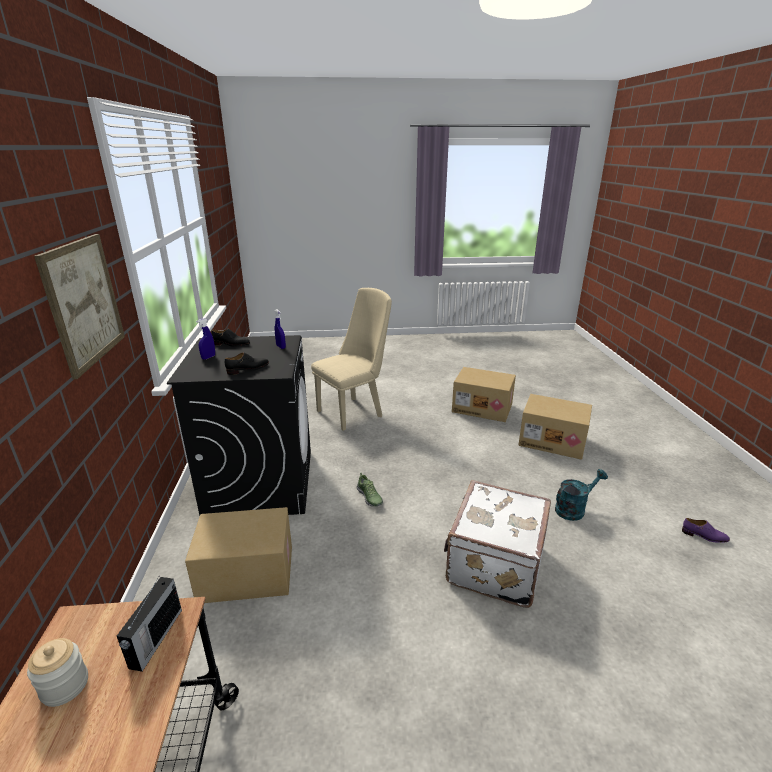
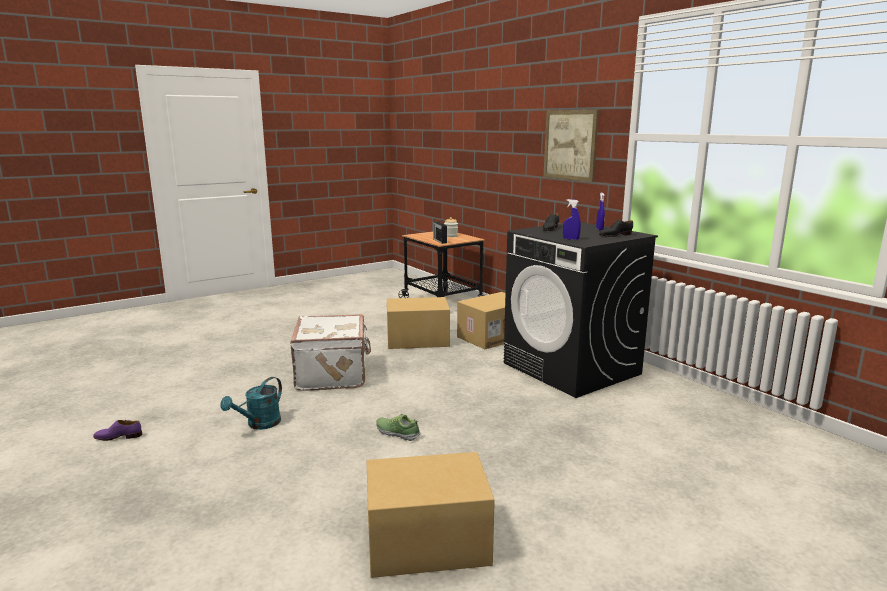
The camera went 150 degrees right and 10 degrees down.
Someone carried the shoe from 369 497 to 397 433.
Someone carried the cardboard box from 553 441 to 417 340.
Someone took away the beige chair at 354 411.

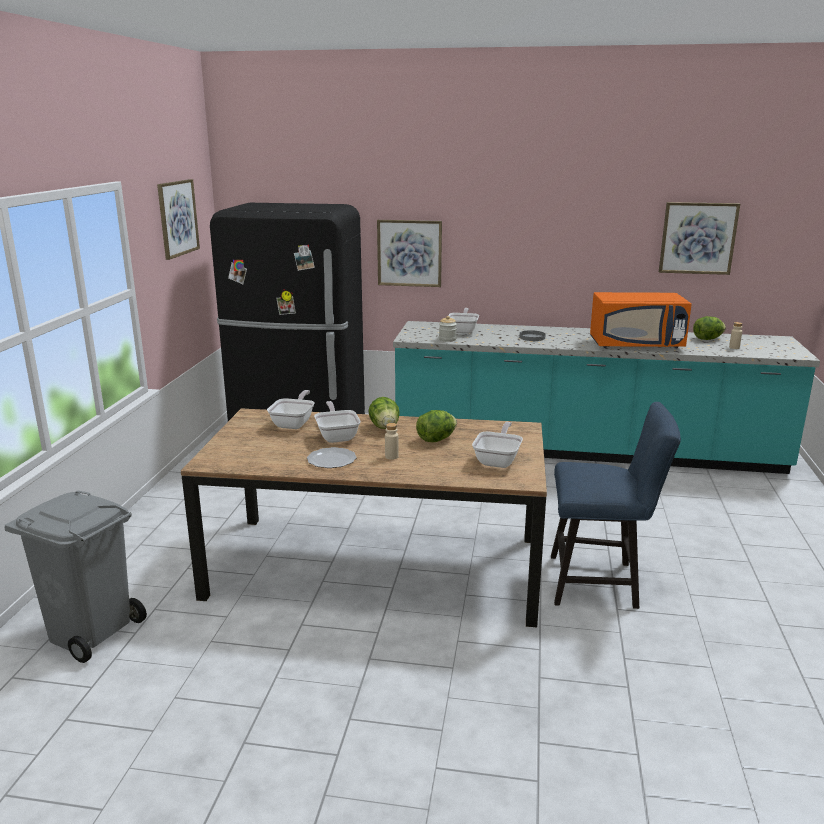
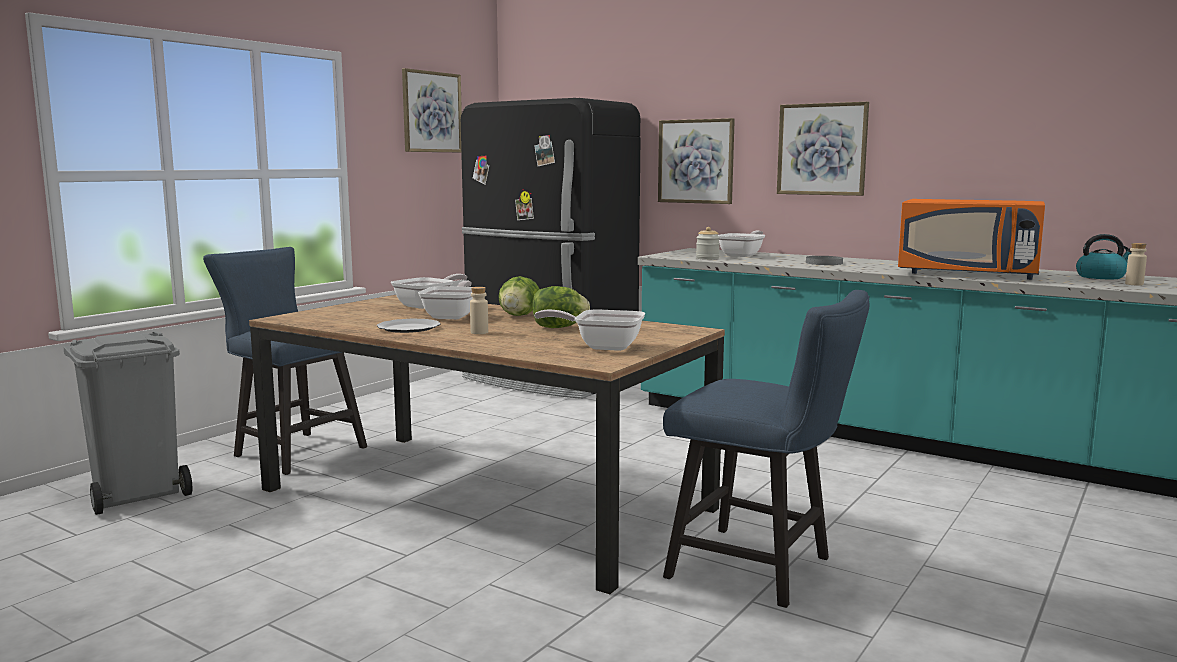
The camera went 25 degrees right and 10 degrees down.
Someone put down the blue chair at 293 451.
Someone rotated the frying pan at 498 460 by 120 degrees counterclockwise.
Someone carried the picture from 698 238 to 822 149.
Someone swapped the lettuce at 707 339 for the kettle at 1101 277.

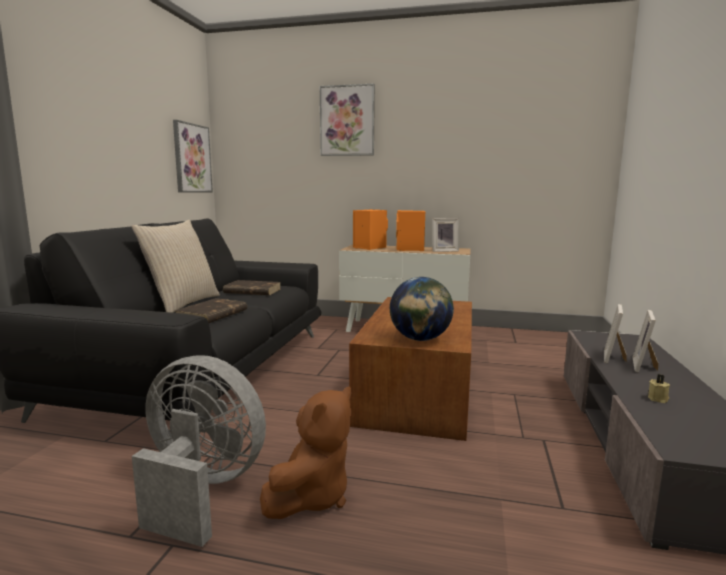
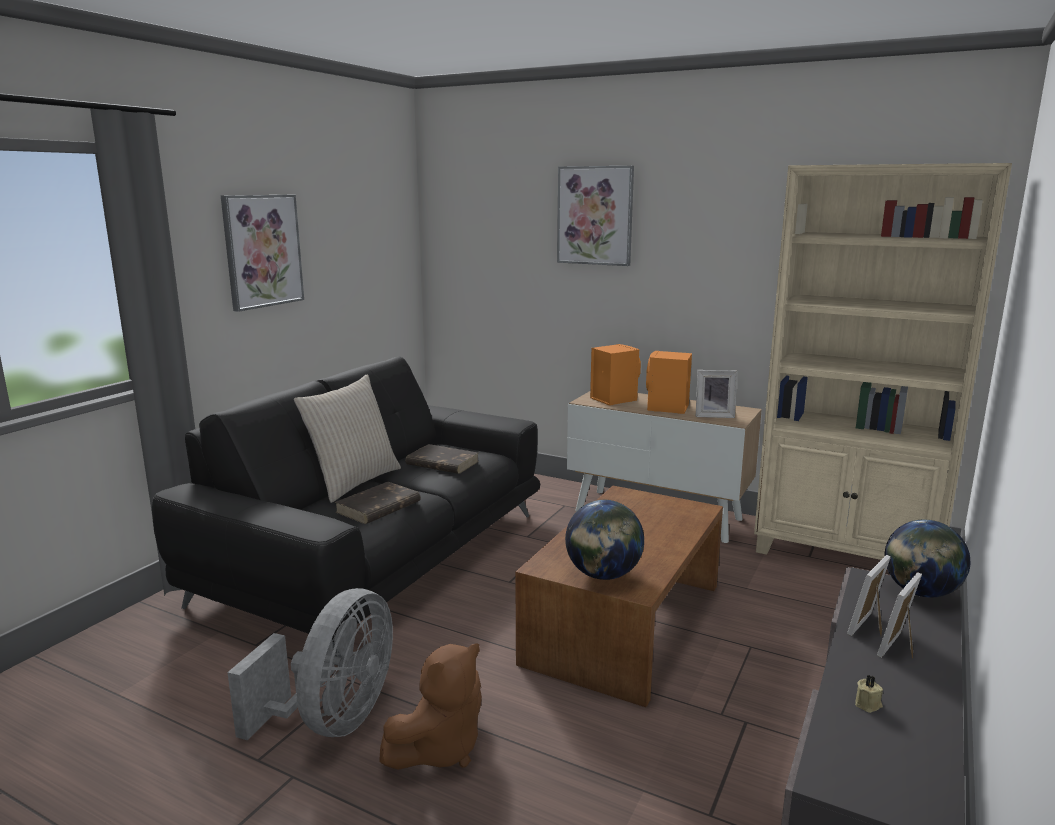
The camera went 15 degrees right and 5 degrees up.
Someone carried the picture from 192 158 to 262 251.
Someone rotated the grey fan at 201 489 by 75 degrees clockwise.
Someone put down the beige bookcase at 847 555.
Someone put down the globe at 920 592.

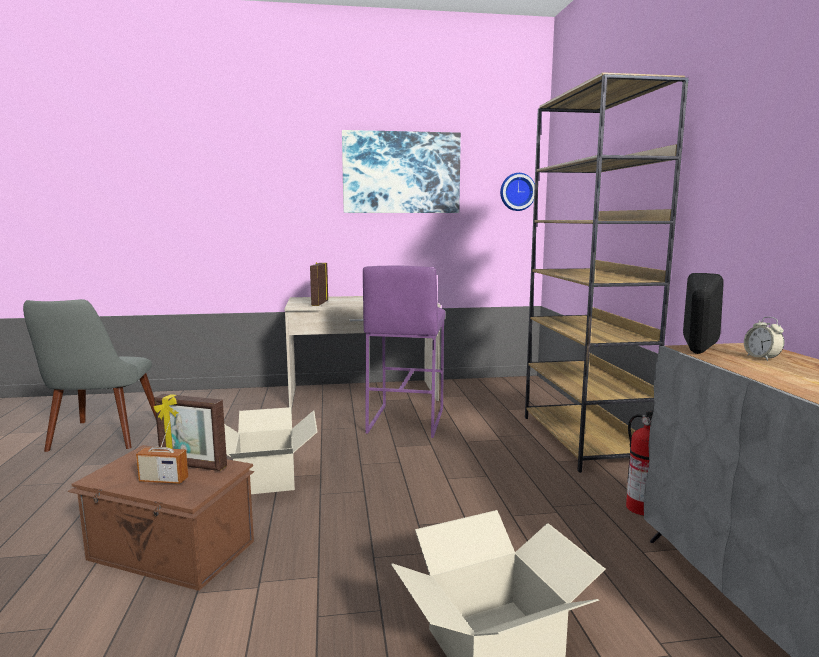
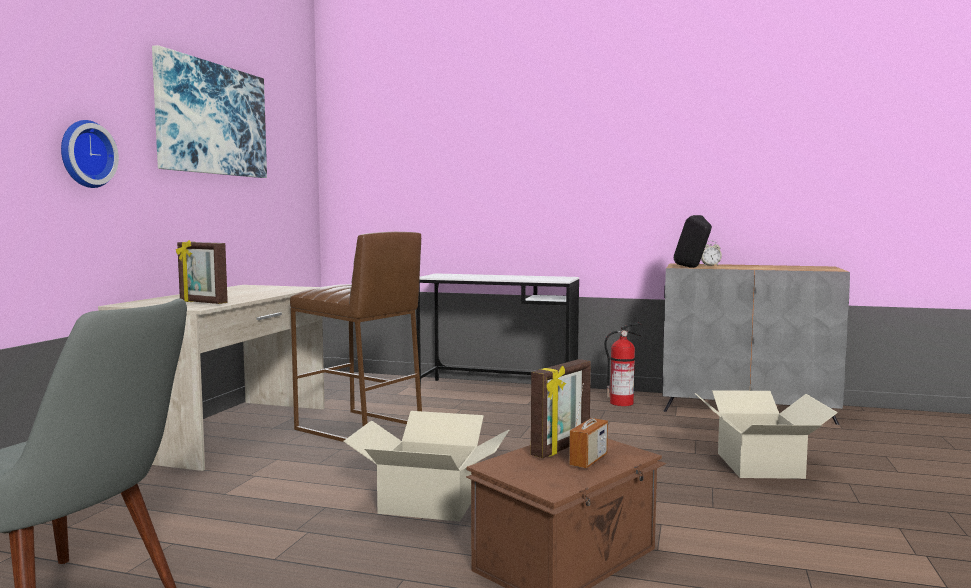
The camera went 65 degrees left and 5 degrees down.
Someone carried the wall clock from 517 192 to 85 154.
Someone repainted the purple stool at 405 420, which became the brown stool at 359 428.
Someone swapped the brown bookcase at 583 440 for the white desk at 498 390.

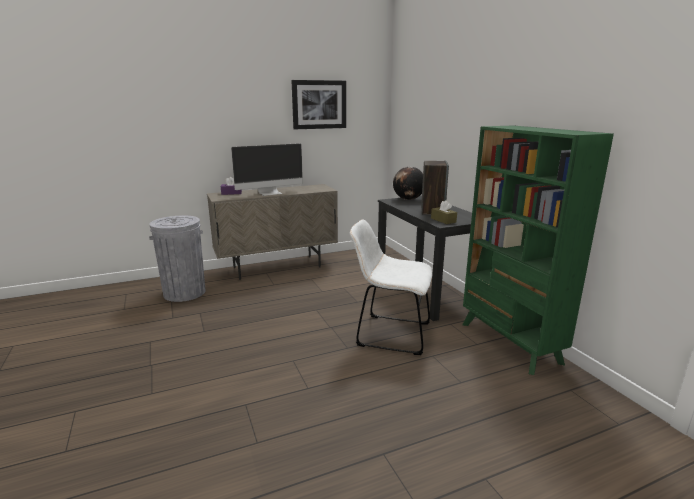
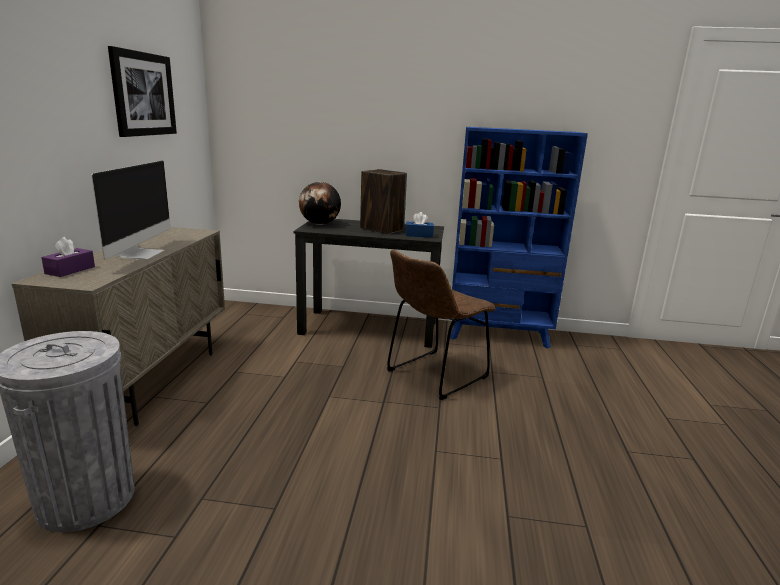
The camera went 60 degrees left and 0 degrees up.
Someone repainted the white chair at 389 334, which became the brown chair at 433 375.
Someone repainted the brown tissue box at 443 220, which became the blue tissue box at 419 235.
Someone repainted the green bookcase at 509 343, which became the blue bookcase at 499 335.

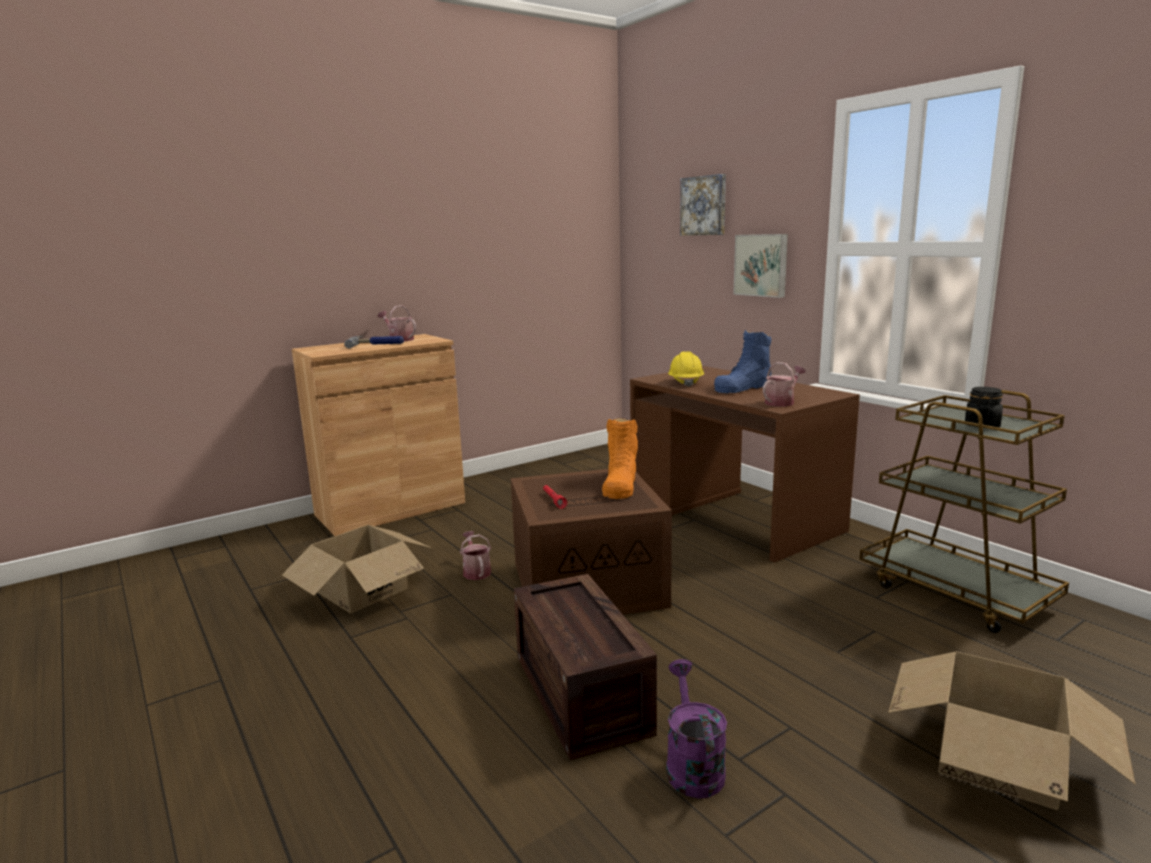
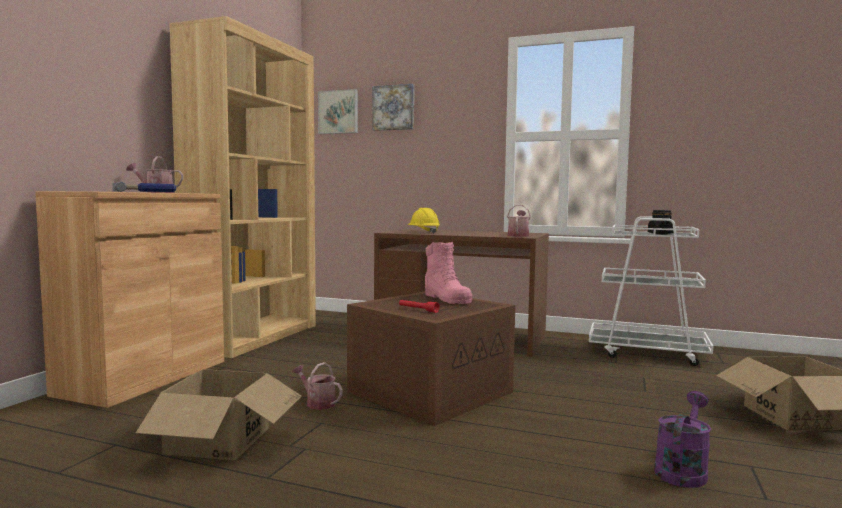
The camera went 35 degrees left and 10 degrees down.
Someone put down the brown bookcase at 254 337.
Someone carried the picture from 762 265 to 339 112.
Someone repainted the orange boot at 620 485, which became the pink boot at 447 298.
Someone repainted the brown cart at 956 592, which became the white cart at 647 353.
Someone rotated the purple watering can at 692 765 by 75 degrees clockwise.
Someone took away the crate at 584 694.
Someone took away the blue boot at 743 388.

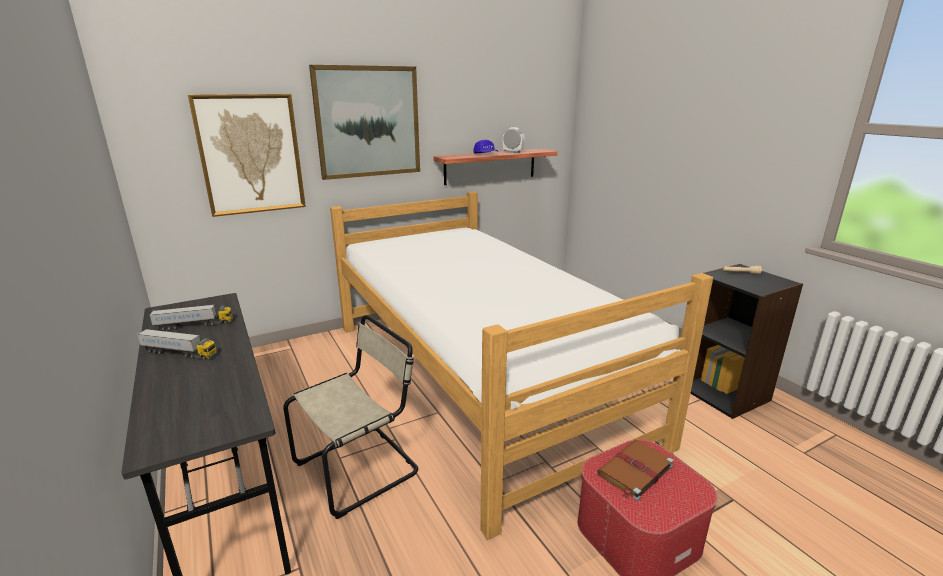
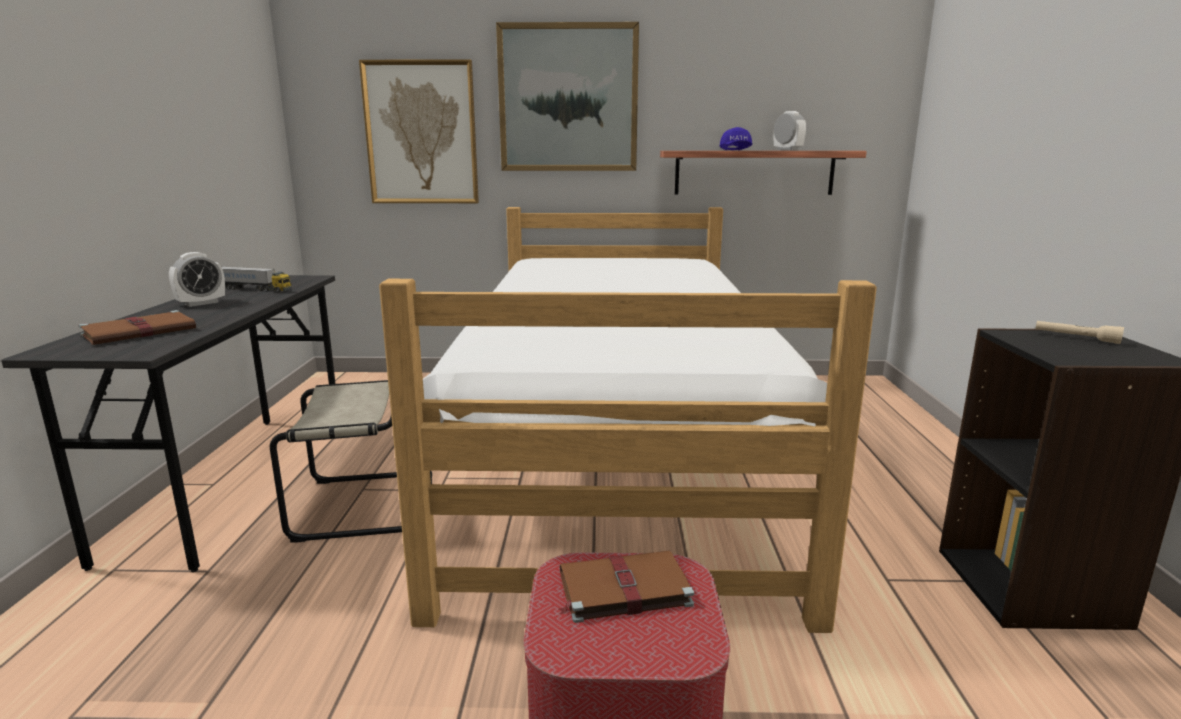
The camera went 30 degrees right and 5 degrees down.
Someone put down the brown book at 141 332.
Someone swapped the toy truck at 180 353 for the alarm clock at 201 303.

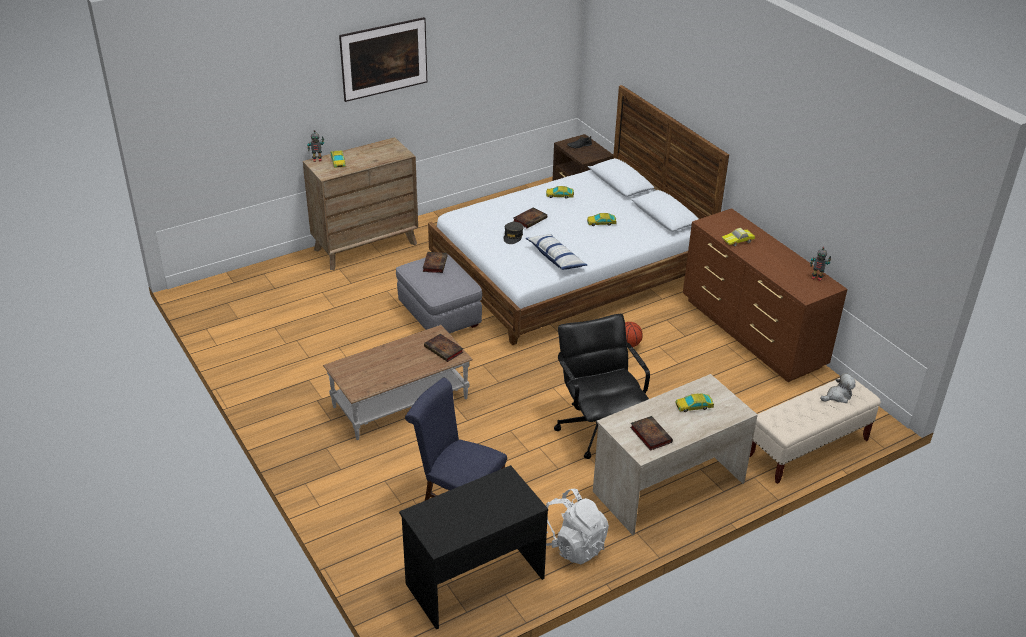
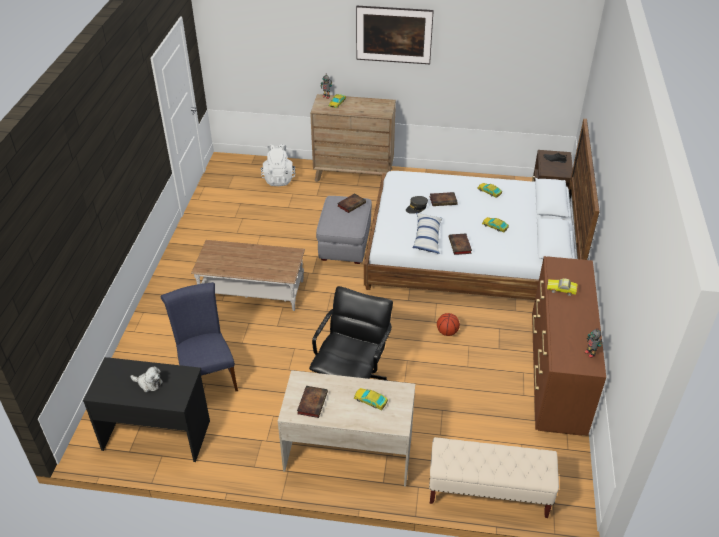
The camera went 40 degrees right and 5 degrees up.
Someone carried the plush toy from 837 396 to 149 383.
Someone carried the white backpack from 573 545 to 279 179.
Someone carried the book from 444 350 to 460 246.

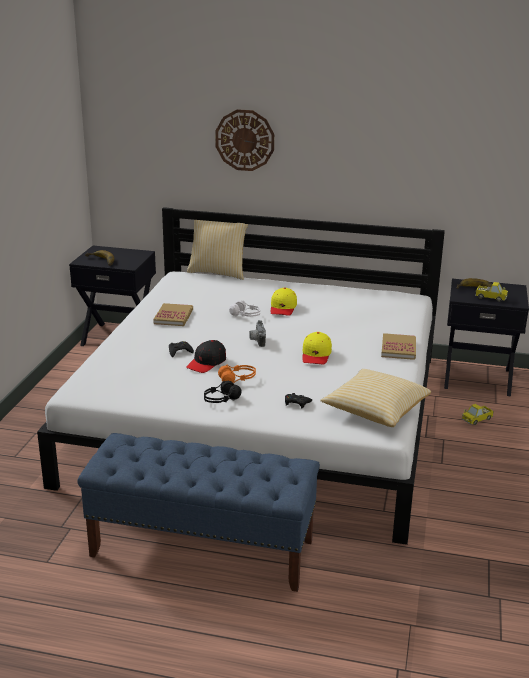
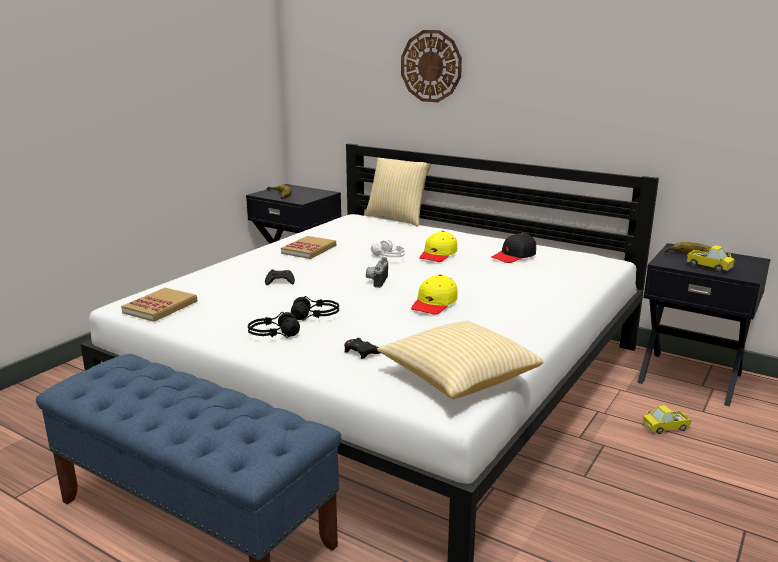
The camera went 20 degrees right and 5 degrees down.
Someone carried the book from 398 348 to 160 307.
Someone repainted the orange headphones at 237 379, which became the black headphones at 315 316.
Someone carried the black cap from 207 363 to 514 256.

